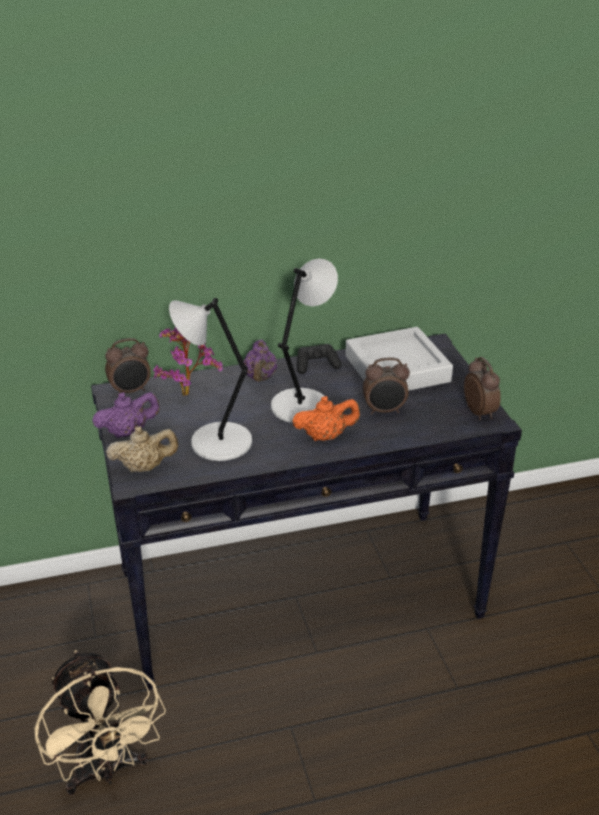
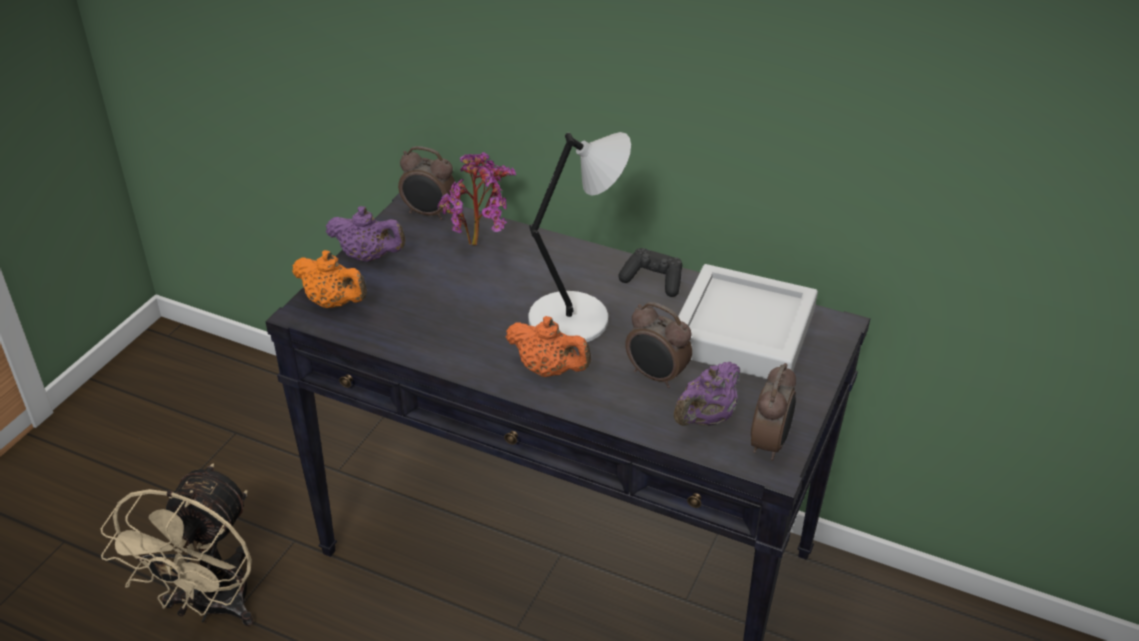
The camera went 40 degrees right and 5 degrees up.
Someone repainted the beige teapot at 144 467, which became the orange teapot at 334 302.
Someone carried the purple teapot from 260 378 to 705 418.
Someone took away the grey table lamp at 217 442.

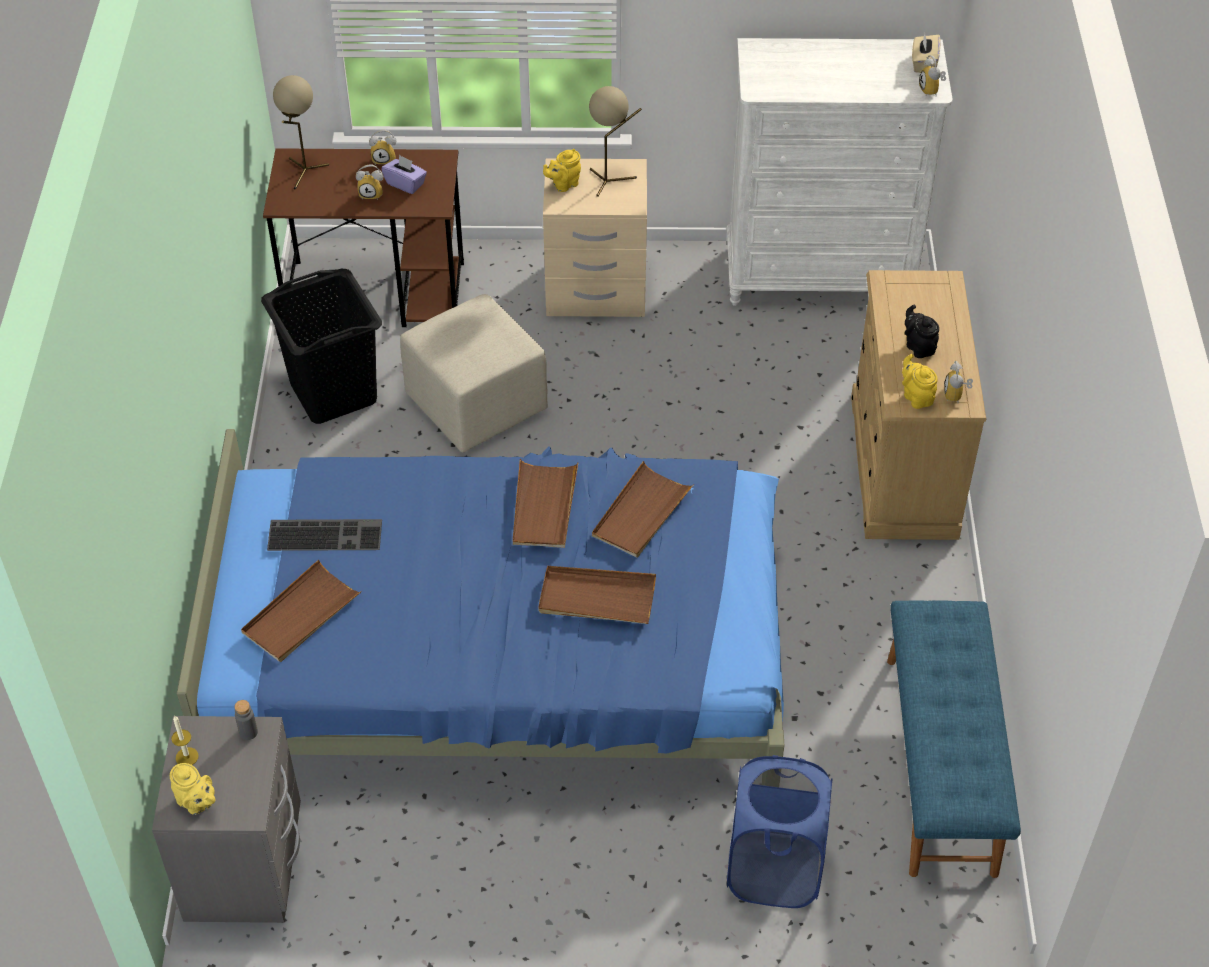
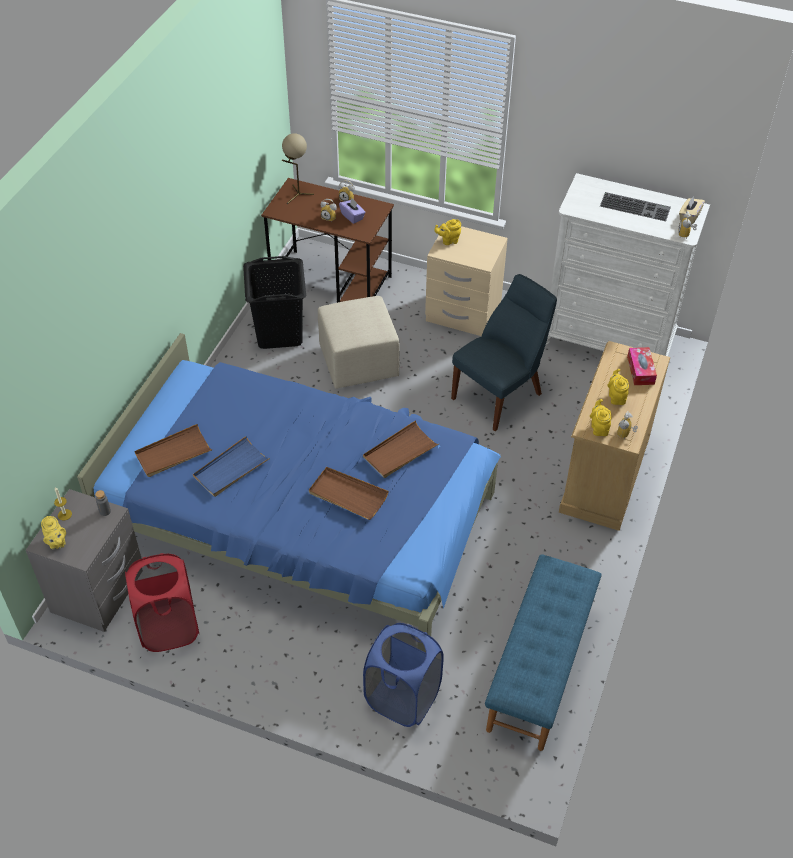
The camera went 20 degrees right and 0 degrees up.
Someone put down the red laundry basket at 169 627.
Someone put down the blue tray at 231 469.
Someone put down the blue chair at 500 394.
Someone carried the keyboard from 326 534 to 636 206.
Someone repainted the black teapot at 918 347, which became the yellow teapot at 616 397.
Someone put down the tissue box at 640 370.
Someone took away the brown tray at 544 507.
Someone took away the beige table lamp at 610 181.

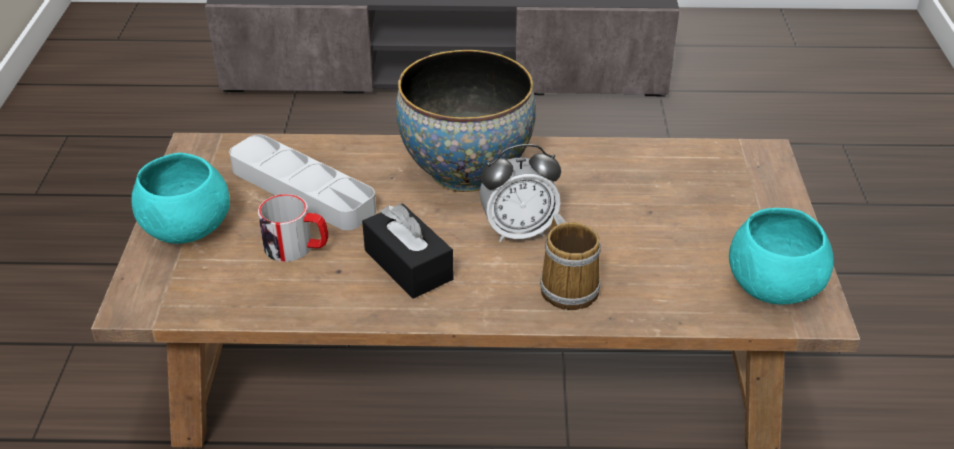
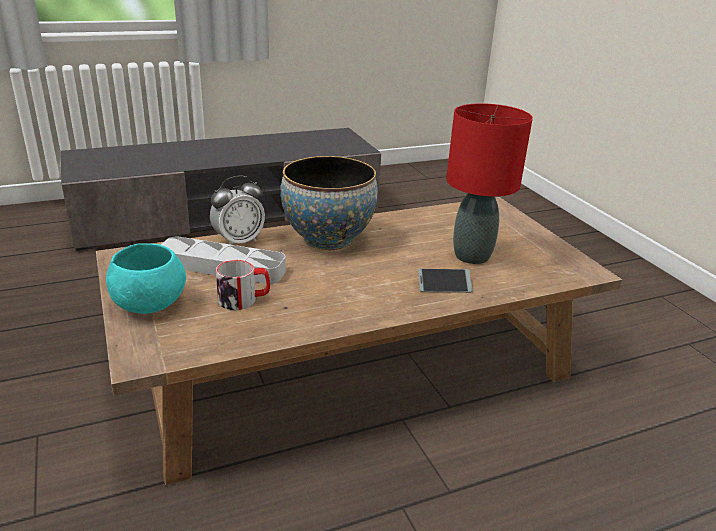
The camera went 25 degrees left and 10 degrees down.
Someone carried the alarm clock from 518 231 to 238 241.
Someone swapped the mug at 569 286 for the phone at 444 286.
Someone put down the red table lamp at 471 255.
Someone took away the black tissue box at 408 265.
Someone took away the turquoise bowl at 772 288.

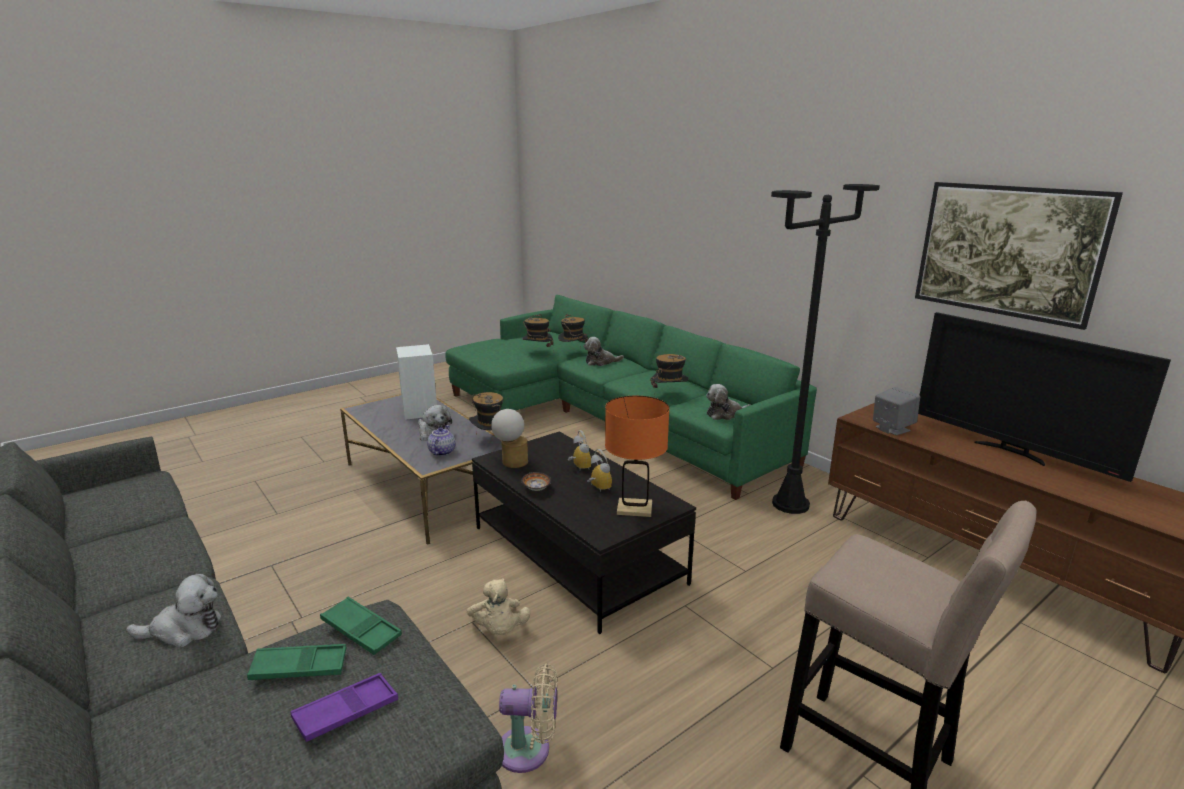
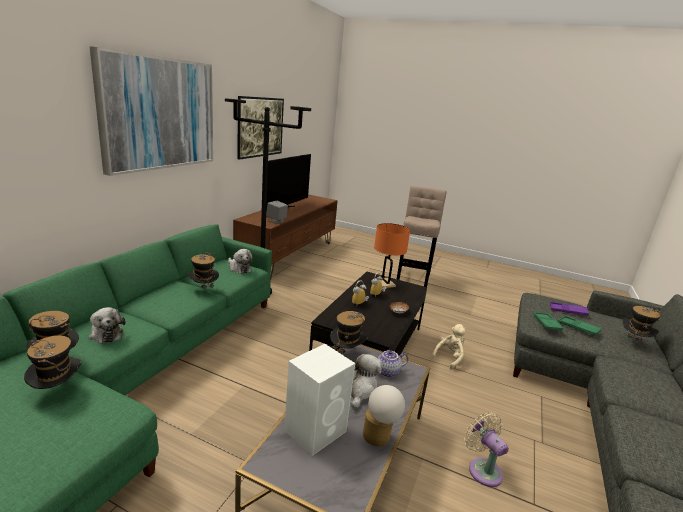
The camera went 120 degrees left and 0 degrees up.
Someone put up the picture at 159 113.
Someone carried the table lamp from 511 462 to 378 438.
Someone carried the beige fan from 529 750 to 482 469.
Someone put down the hat at 633 343.
Someone took away the plush toy at 184 630.

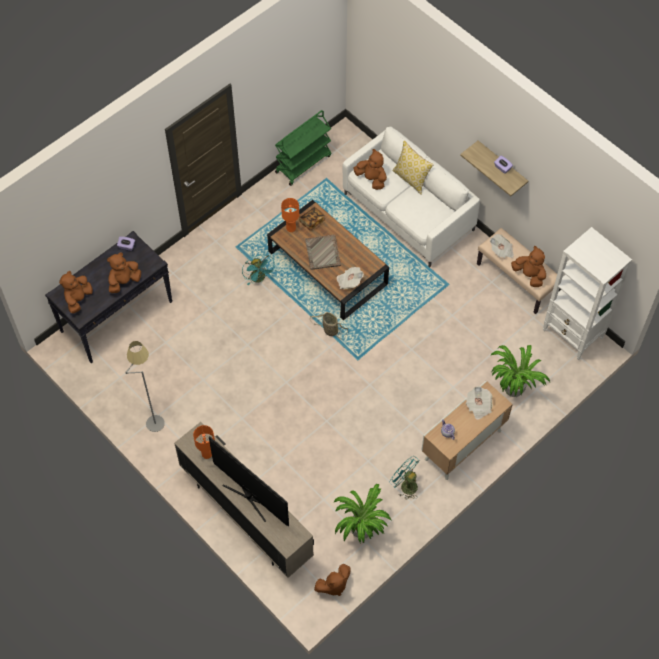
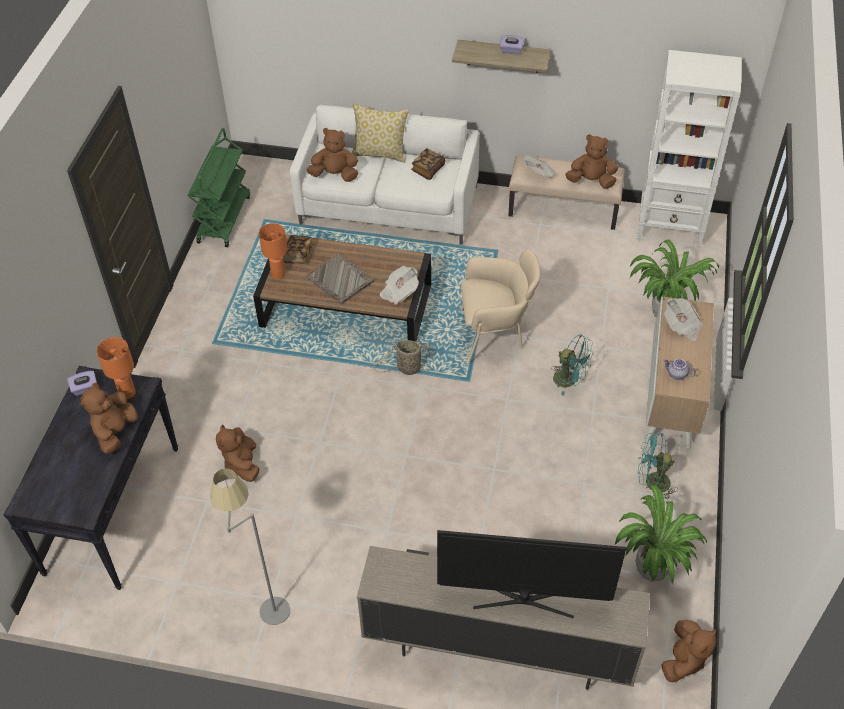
The camera went 35 degrees left and 10 degrees down.
Someone carried the orange table lamp from 207 453 to 127 393.
Someone carried the brown plush toy from 78 299 to 242 464.
Someone put down the book at 428 169.
Someone put down the beige armchair at 495 334.
Someone carried the turquoise fan from 259 279 to 569 380.

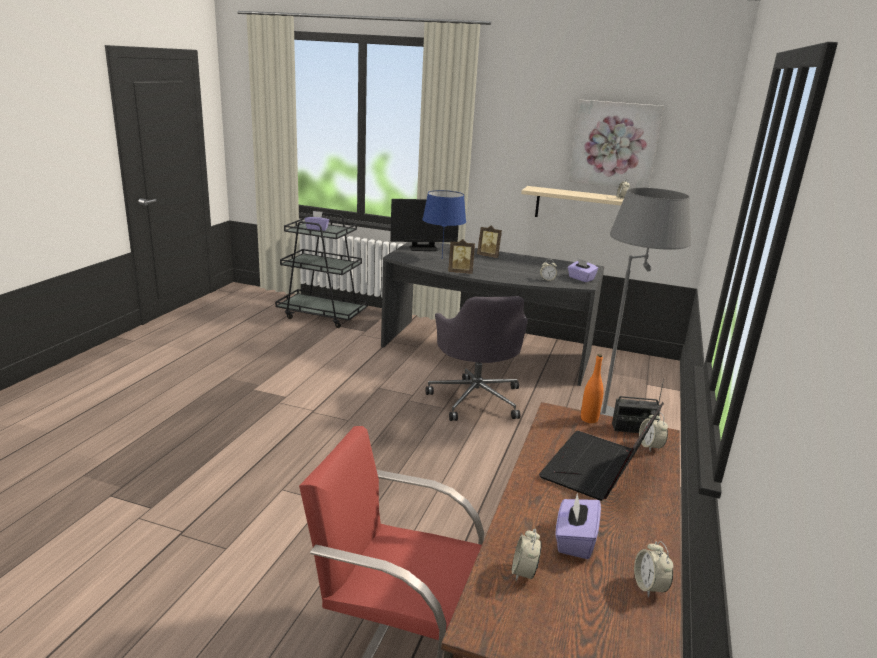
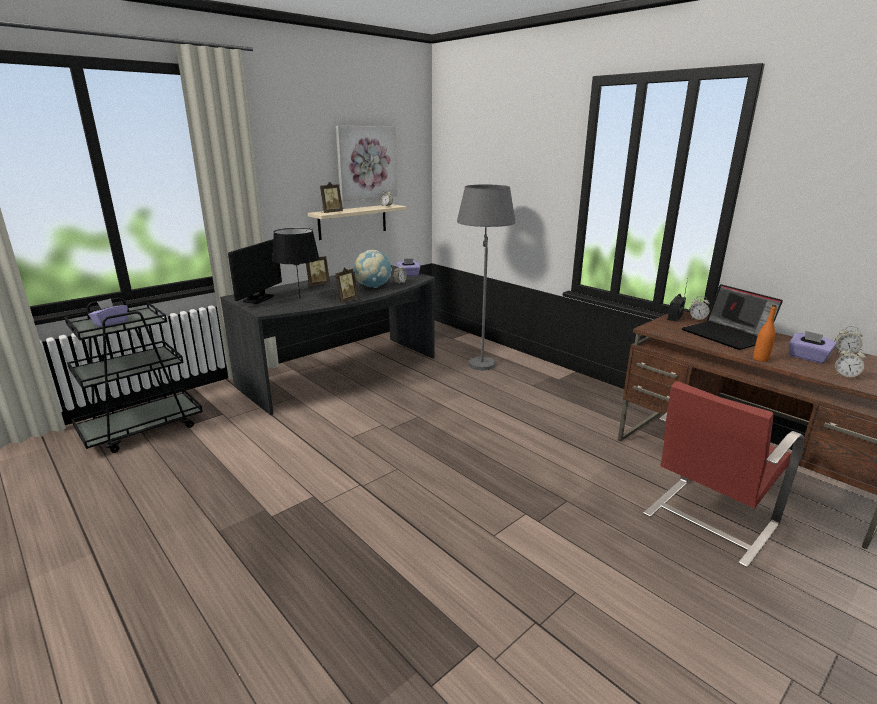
The camera went 60 degrees left and 0 degrees up.
Someone repainted the blue table lamp at 442 259, which became the black table lamp at 300 299.
Someone put down the picture frame at 331 212.
Someone put down the globe at 373 286.
Someone carried the orange bottle from 589 419 to 760 359.
Someone took away the grey office chair at 476 398.

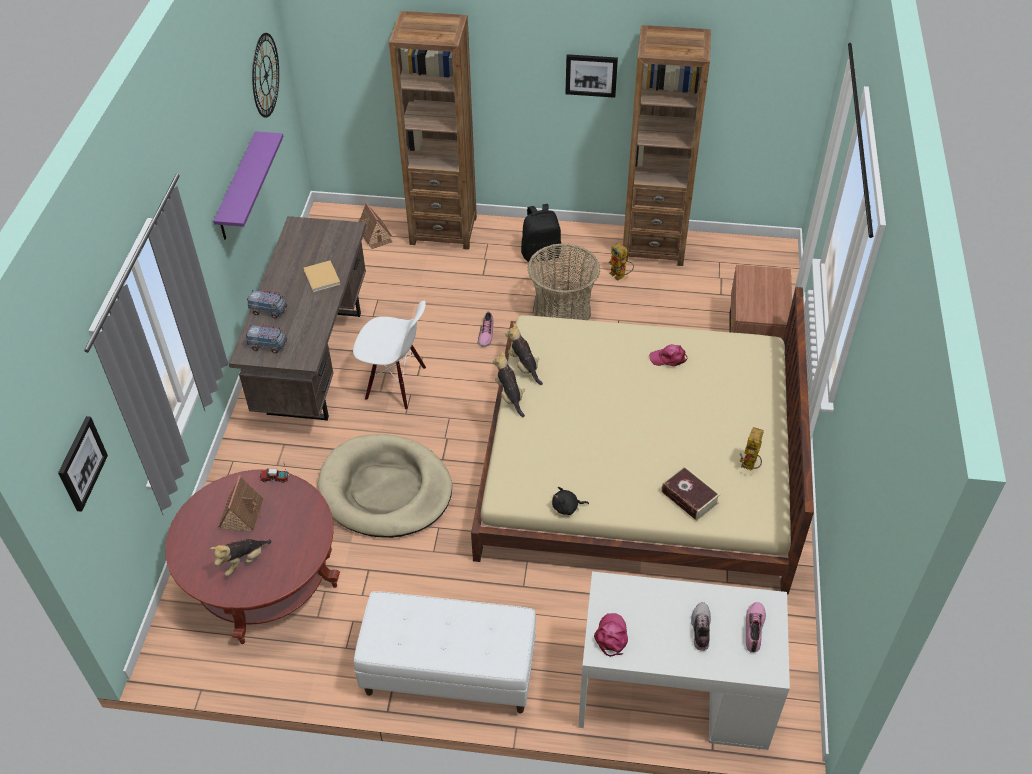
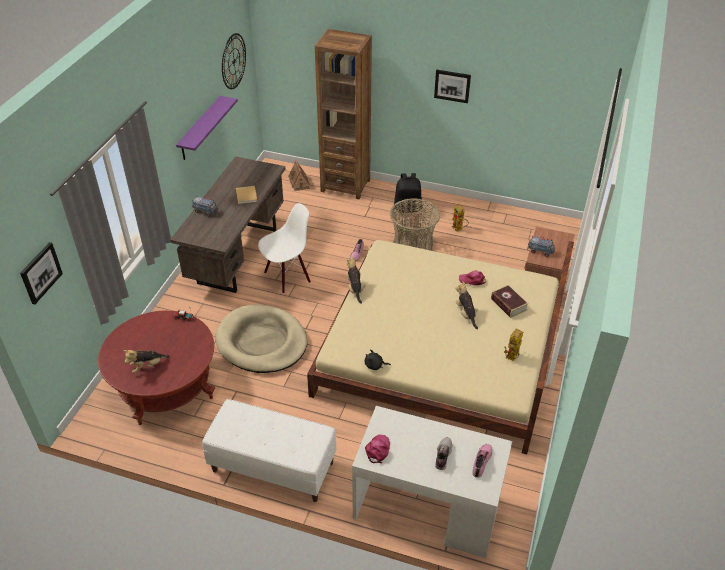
The camera went 10 degrees right and 5 degrees down.
Someone rotated the white chair at 395 384 by 60 degrees counterclockwise.
Someone carried the plush toy from 524 366 to 466 314.
Someone carried the book from 689 497 to 508 304.
Someone carried the toy truck from 268 345 to 540 251.
Someone took away the toy house at 242 513.
Someone took away the brown bookcase at 653 246.

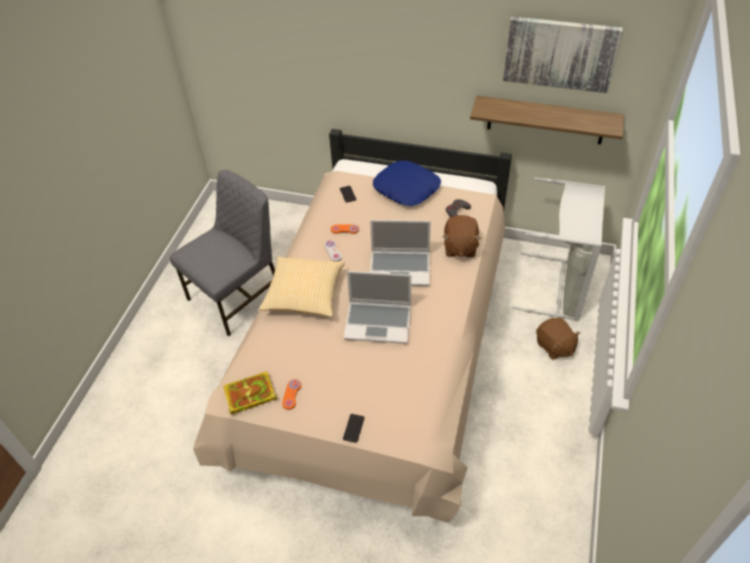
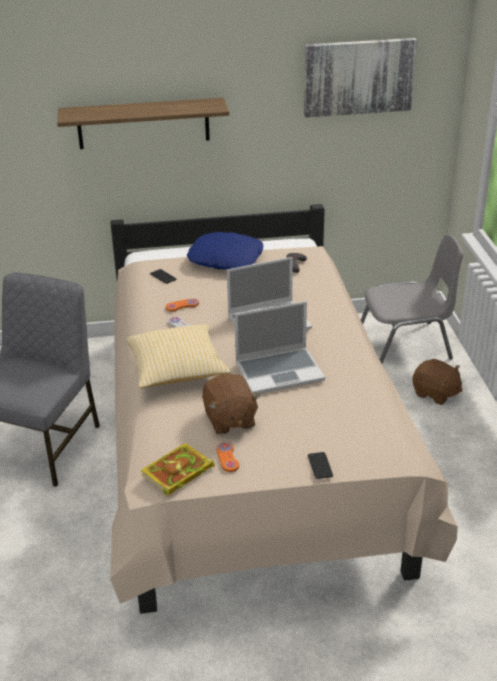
The camera went 25 degrees left and 15 degrees down.
Someone carried the shelf from 546 120 to 143 123.
Someone carried the brown plush toy from 460 247 to 229 420.
Someone swapped the grey laundry basket at 559 288 for the grey chair at 406 344.

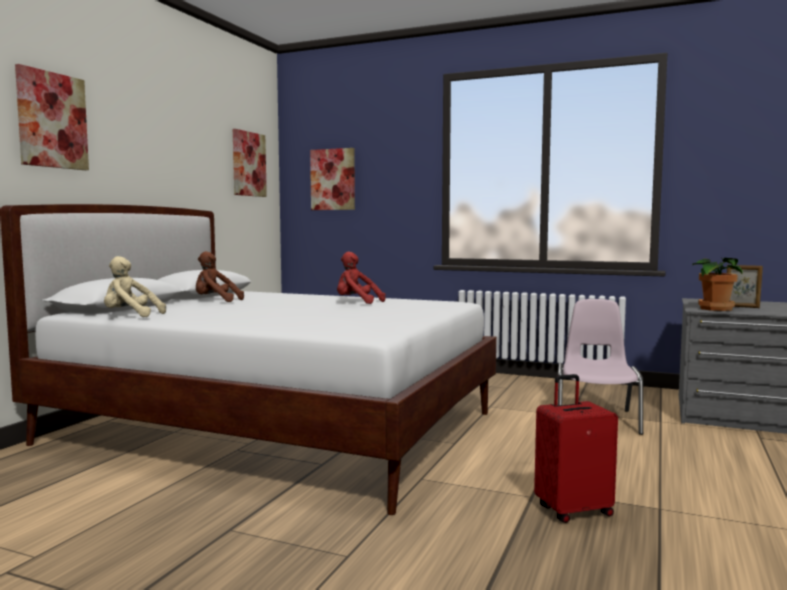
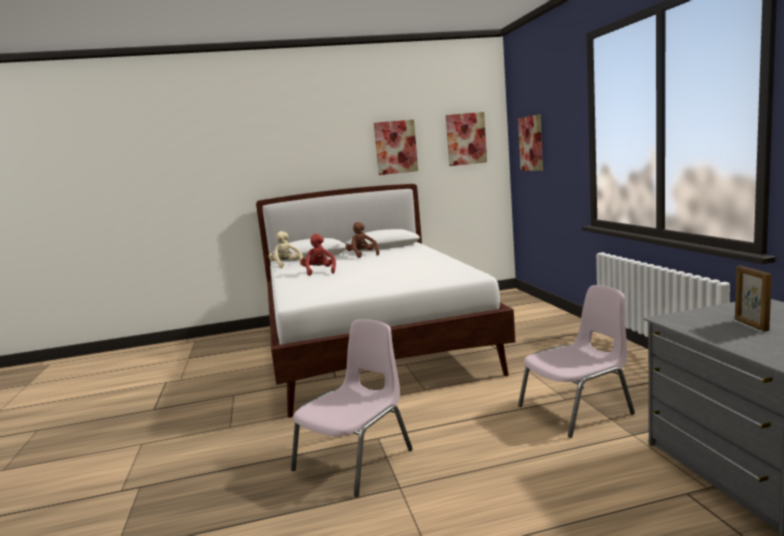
The camera went 55 degrees right and 5 degrees up.
Someone swapped the red suitcase at 573 510 for the pink chair at 355 459.
Someone carried the red plush toy from 356 302 to 319 272.
Someone carried the picture from 52 120 to 395 147.
Someone took away the potted plant at 714 309.

